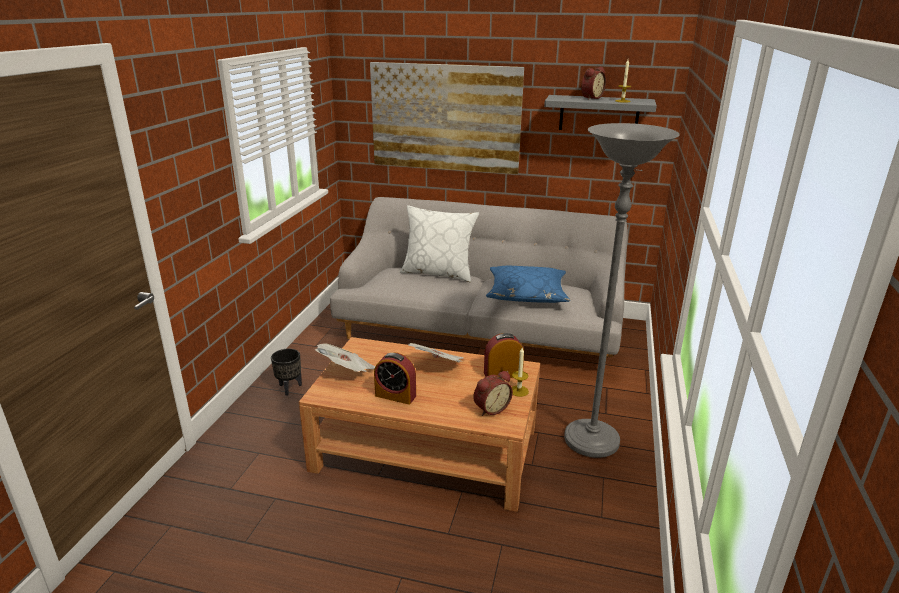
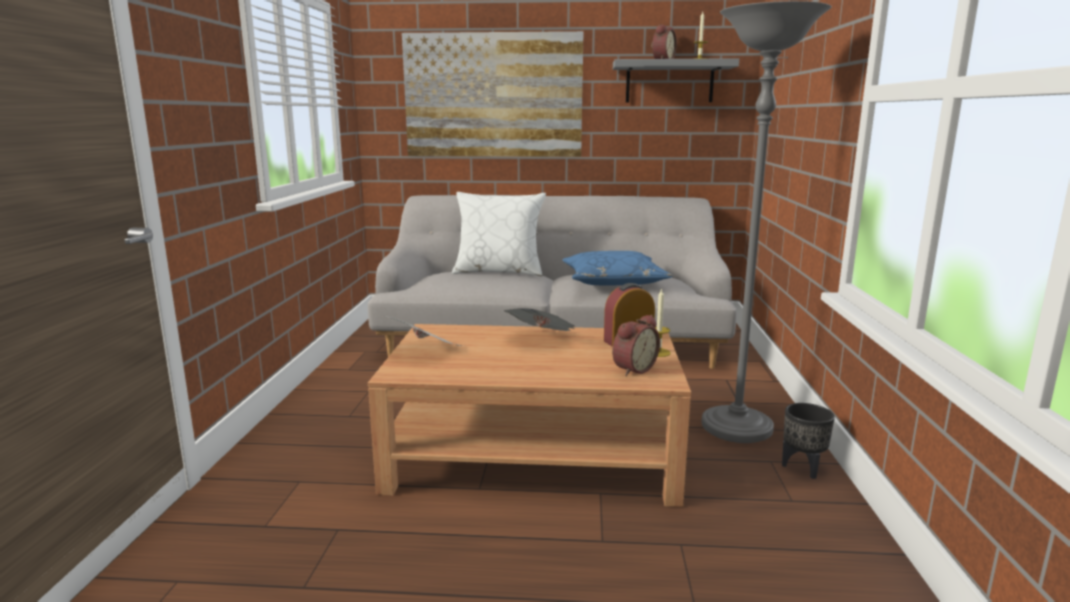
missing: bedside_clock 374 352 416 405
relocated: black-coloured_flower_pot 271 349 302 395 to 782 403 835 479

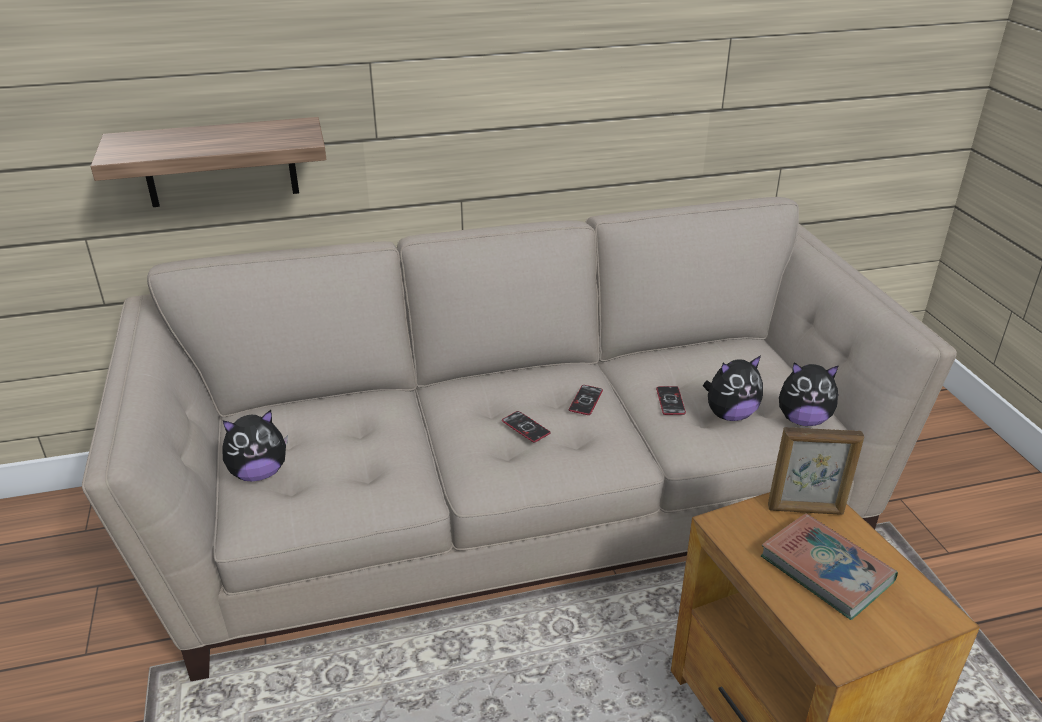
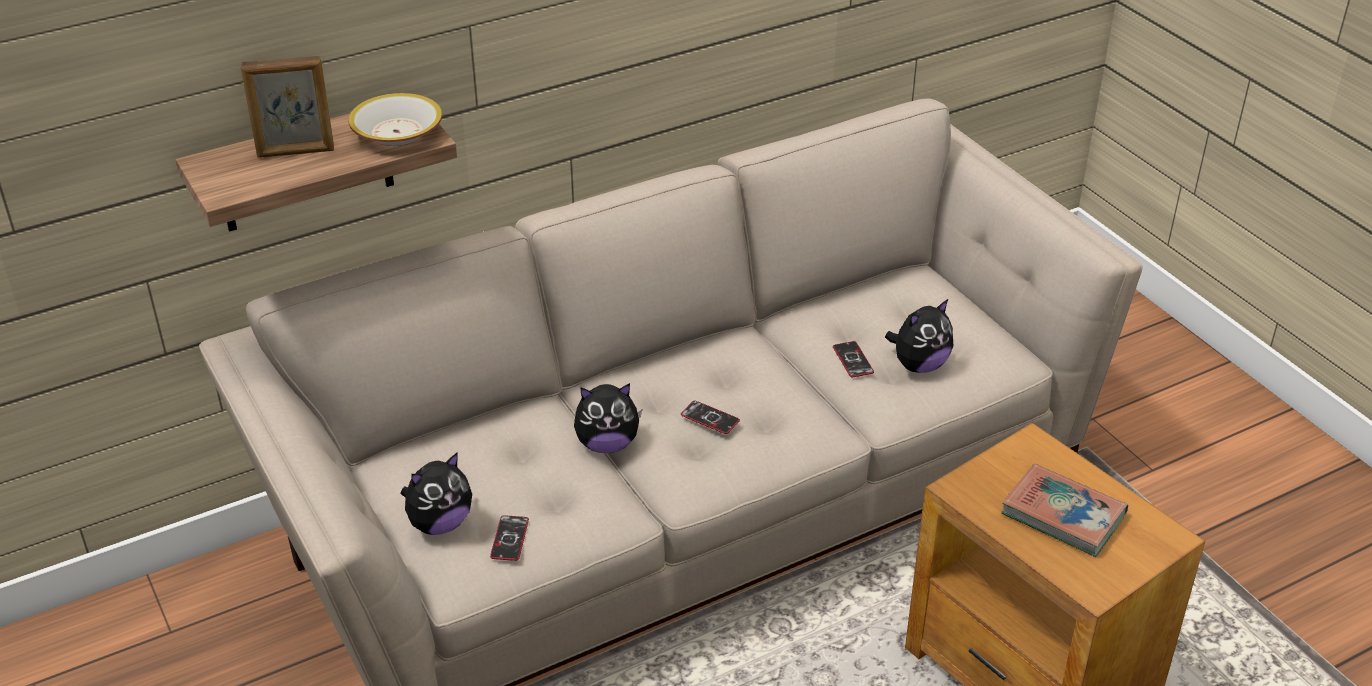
appeared: bowl 348 93 442 146
relocated: photo_frame 768 427 864 515 to 241 56 334 158; handset 569 385 603 415 to 490 515 529 561; cuddly_toy 779 362 839 426 to 574 383 642 453

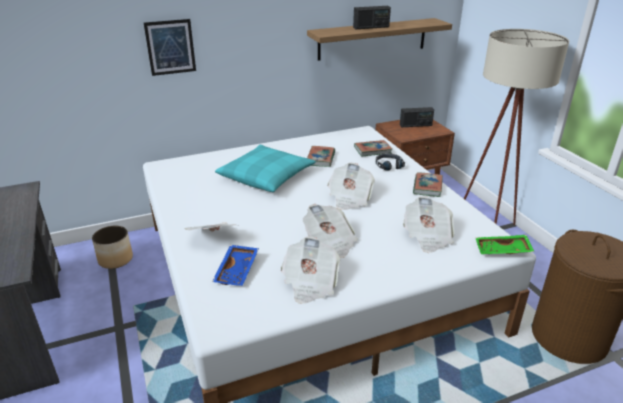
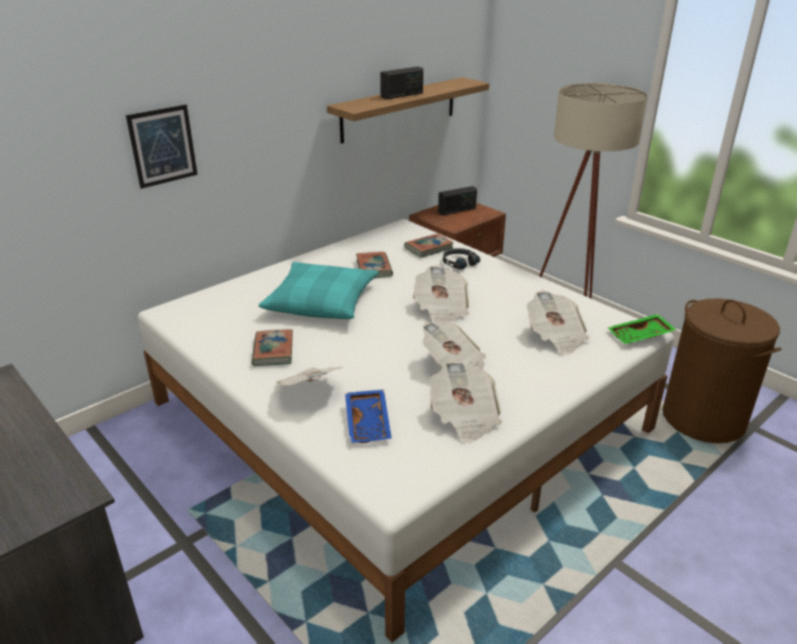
missing: flower_pot 92 226 133 269
relocated: book 413 172 443 197 to 252 329 293 366

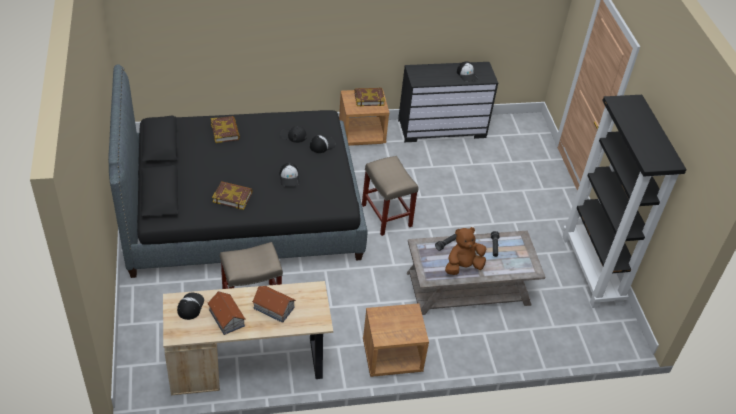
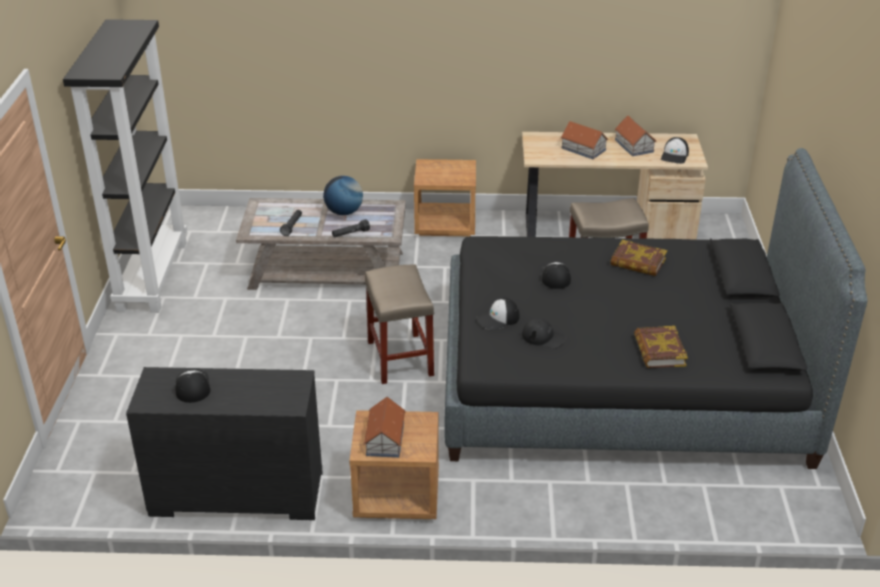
exchanged: brown-coloured_cuddly_toy 445 227 486 275 to desk_globe 323 176 363 215; book 354 88 385 107 to model_house 363 397 406 458

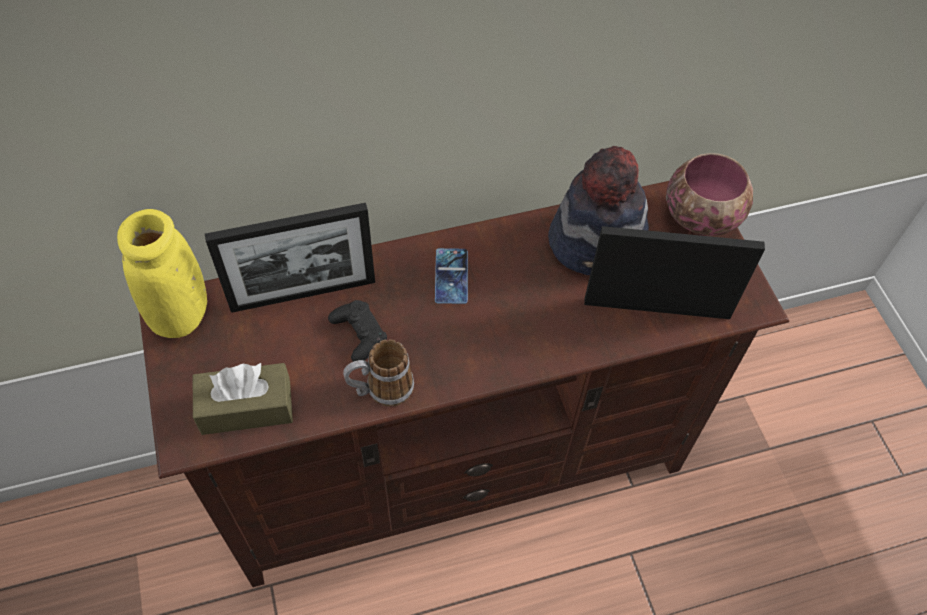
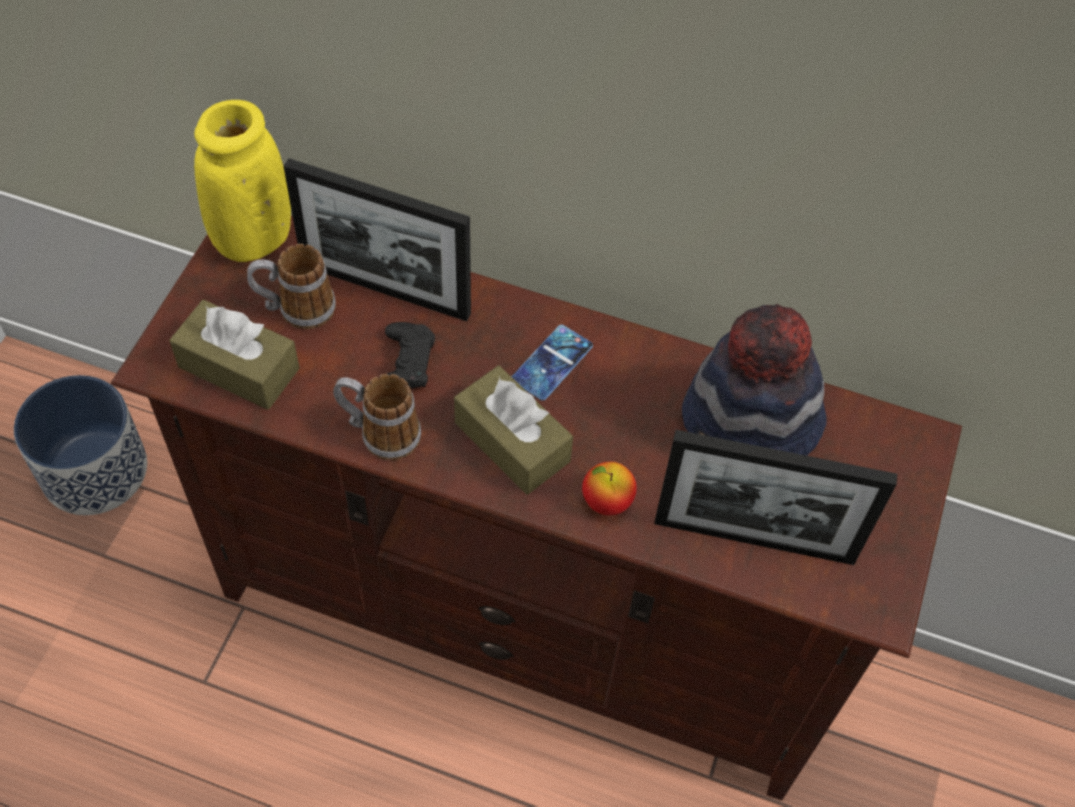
missing: bowl 666 153 753 236
appeared: flower_pot 14 375 147 515; coffee_mug 247 244 336 329; brown-coloured_box_of_tissues 454 366 573 495; apple 582 462 637 515
spun: photo_frame 584 226 765 319 = 654 430 897 565 150 degrees clockwise

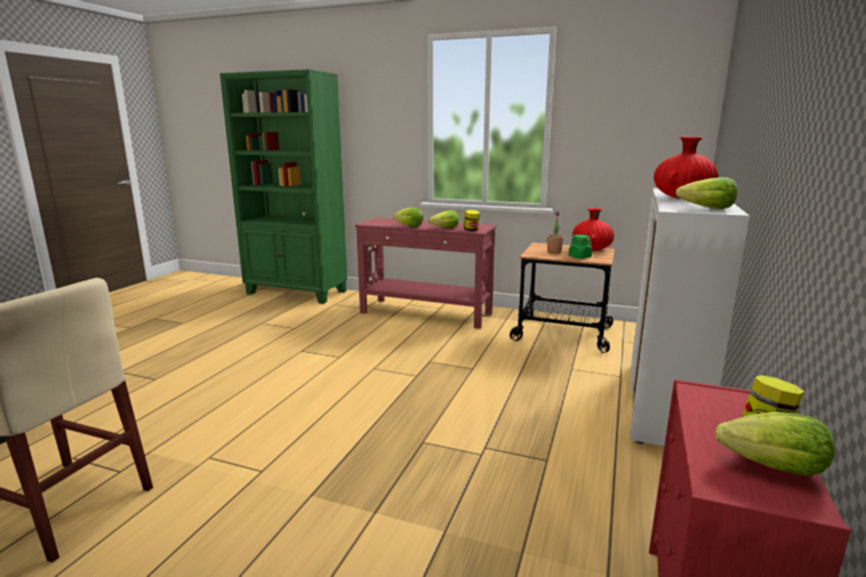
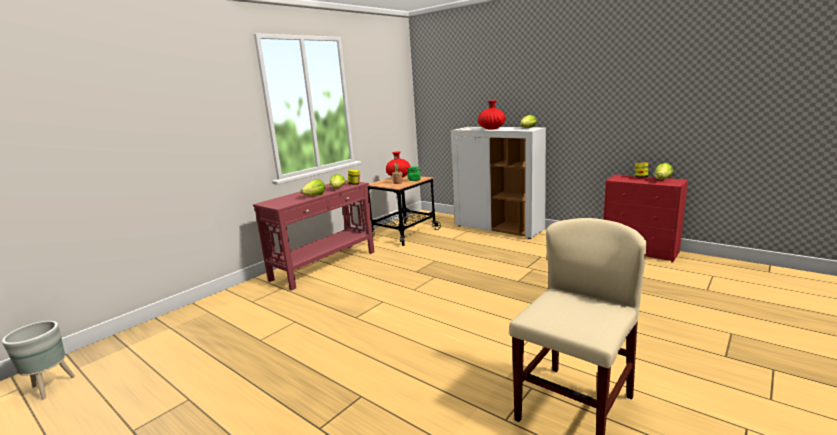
missing: greenish_bookcase 220 69 347 304
appeared: gray_flower_pot 2 321 75 400

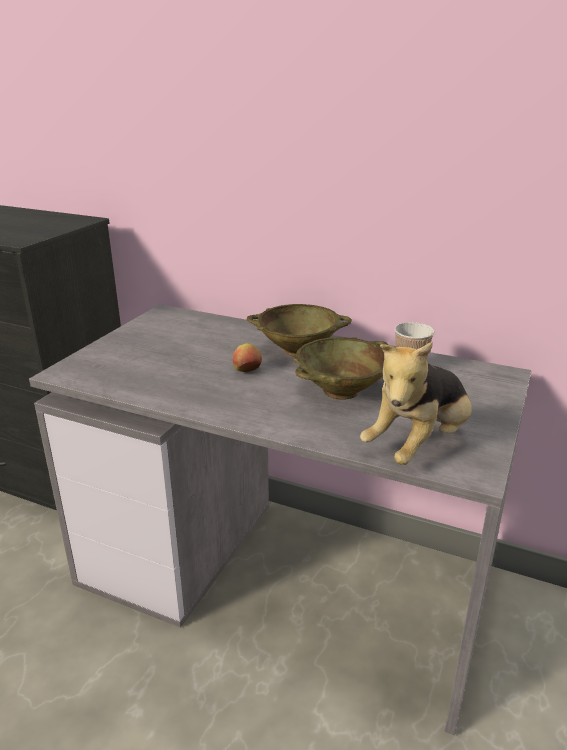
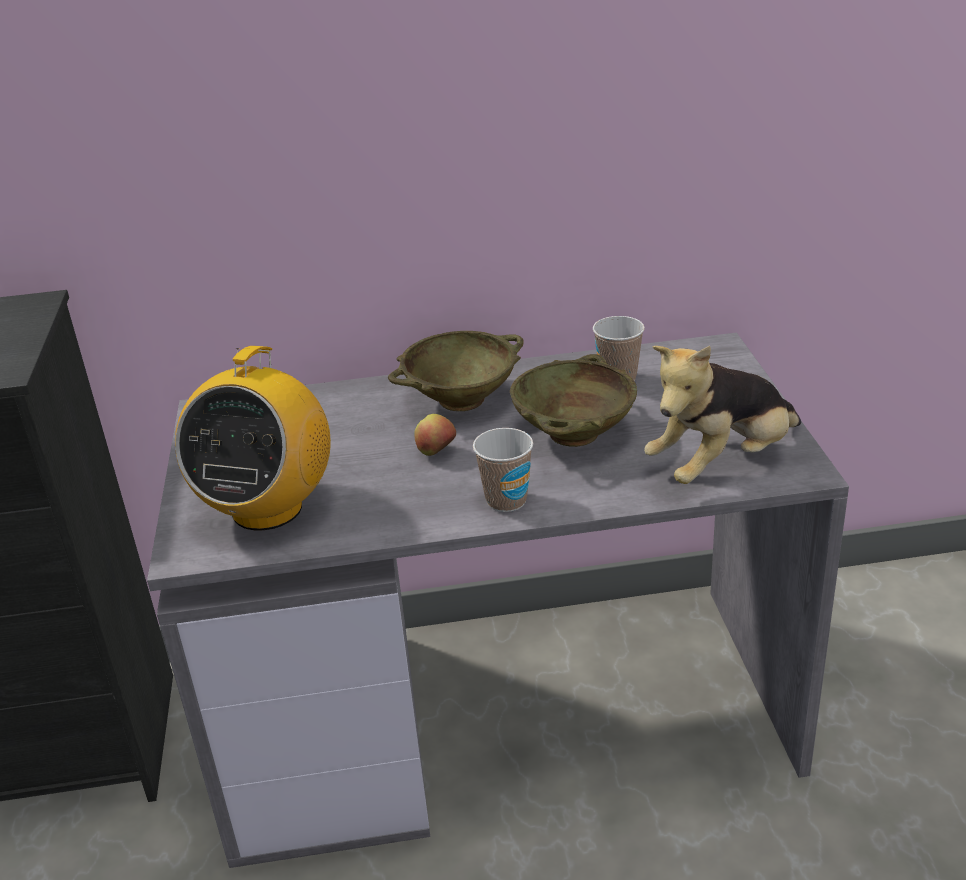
appeared: radio_set 175 346 331 531; drinking_cup 473 428 533 512
spun: cuddly_toy 360 342 472 465 = 644 346 801 484 45 degrees clockwise

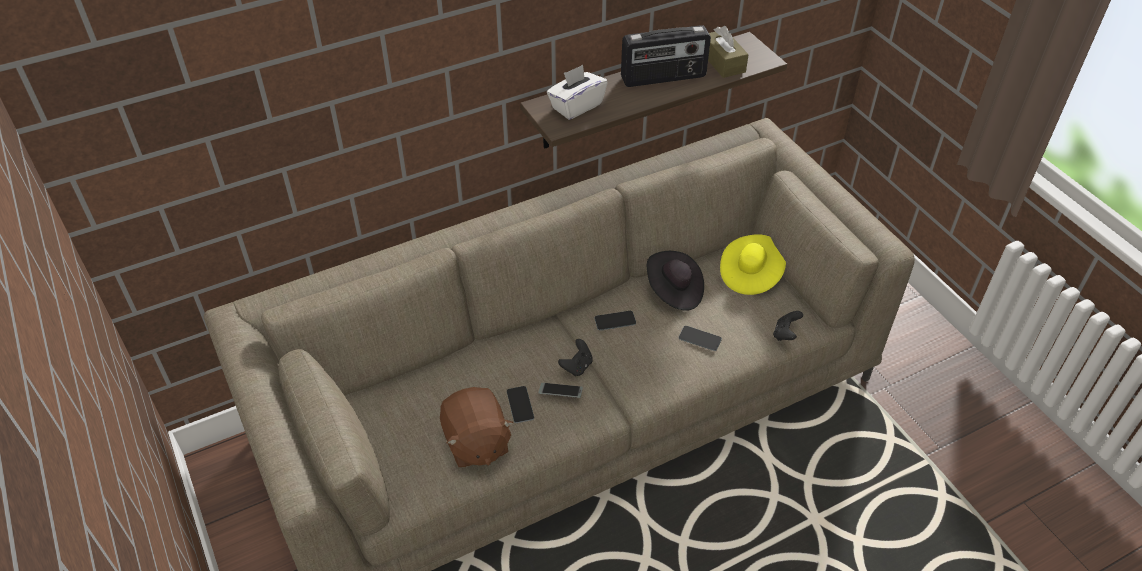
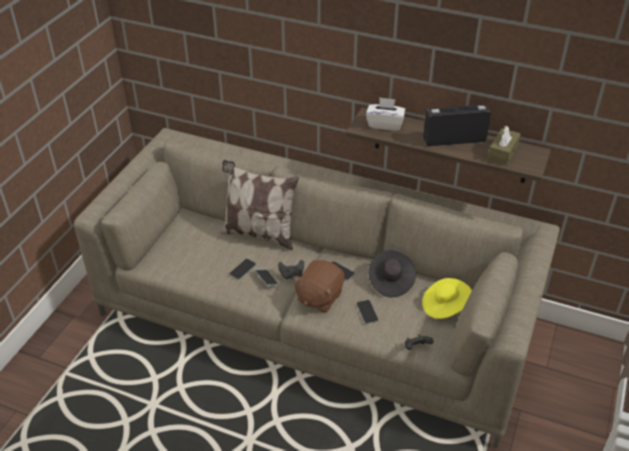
appeared: pillow 221 160 299 250
relocated: brown-coloured_cuddly_toy 440 387 514 467 to 293 260 344 312
spun: radio_set 621 25 711 87 = 423 104 491 146 135 degrees clockwise

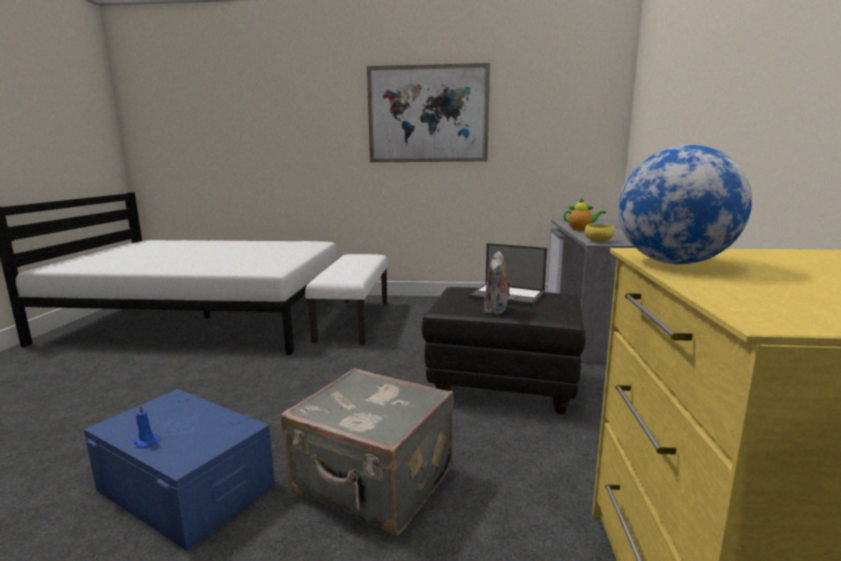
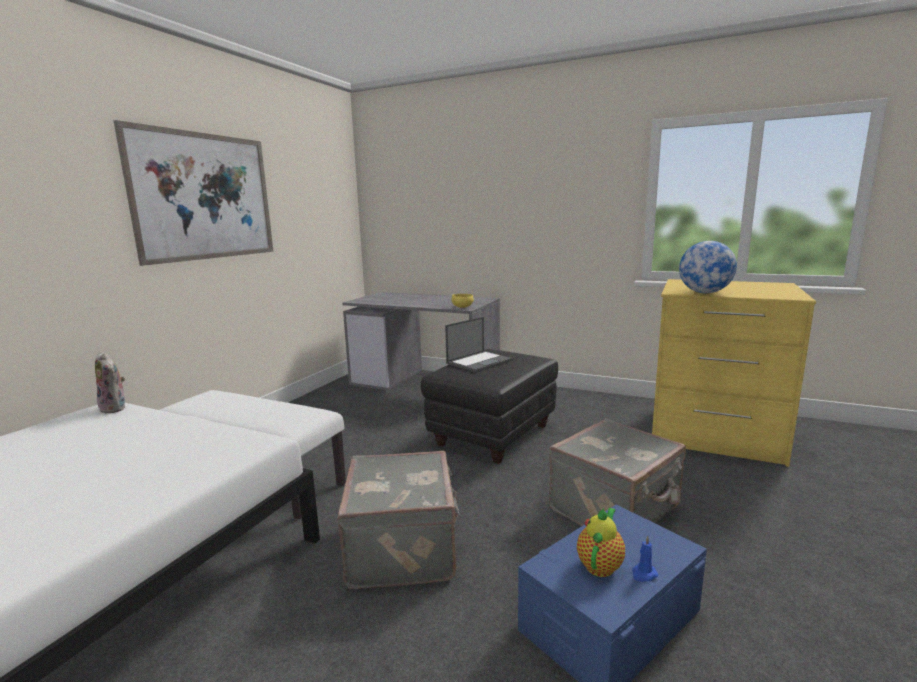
appeared: gray_suitcase 337 451 459 589
relocated: cuddly_toy 484 251 512 315 to 95 351 125 414; pot_for_tea 564 197 606 231 to 577 508 625 577

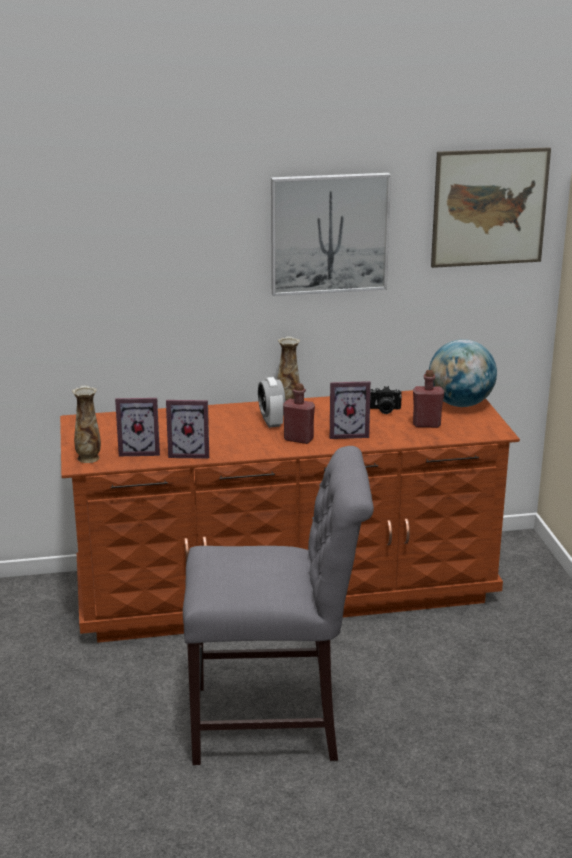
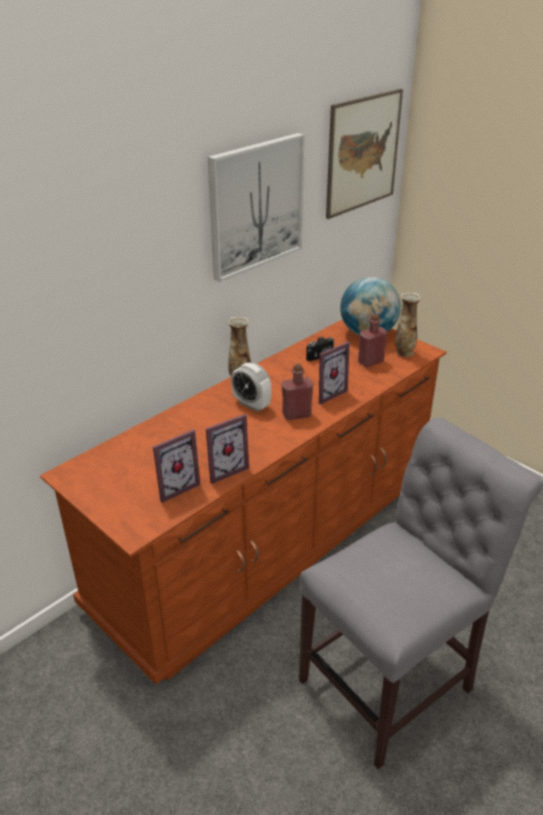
relocated: vase 72 385 101 463 to 395 293 421 357

